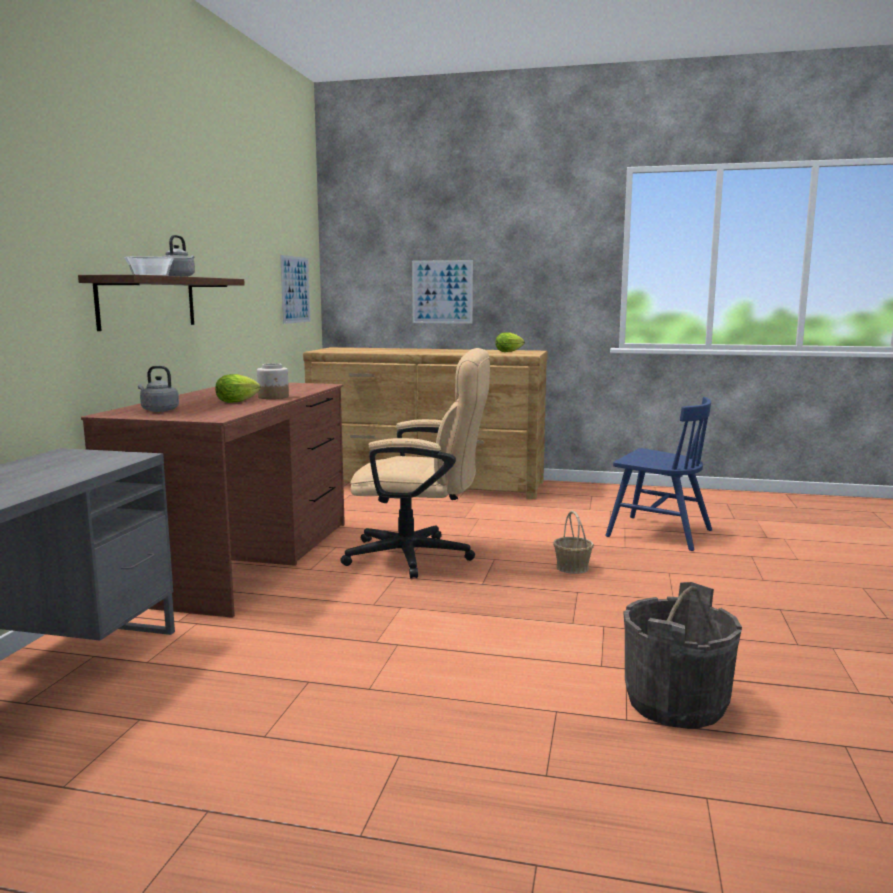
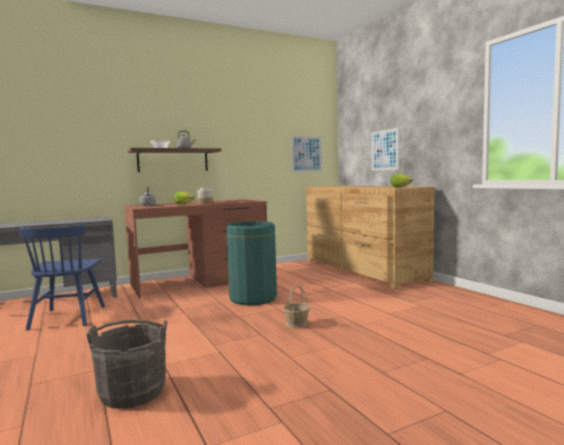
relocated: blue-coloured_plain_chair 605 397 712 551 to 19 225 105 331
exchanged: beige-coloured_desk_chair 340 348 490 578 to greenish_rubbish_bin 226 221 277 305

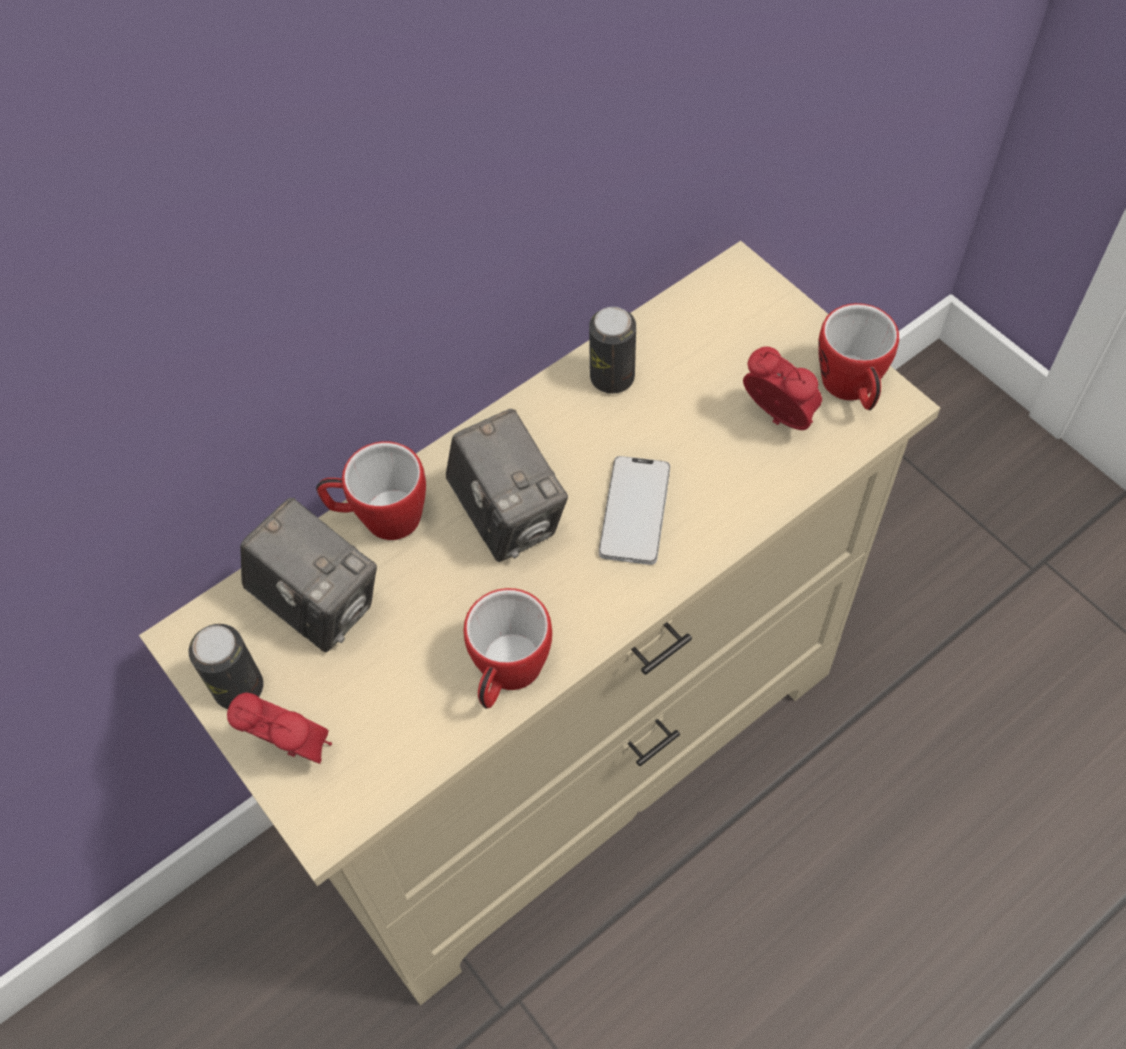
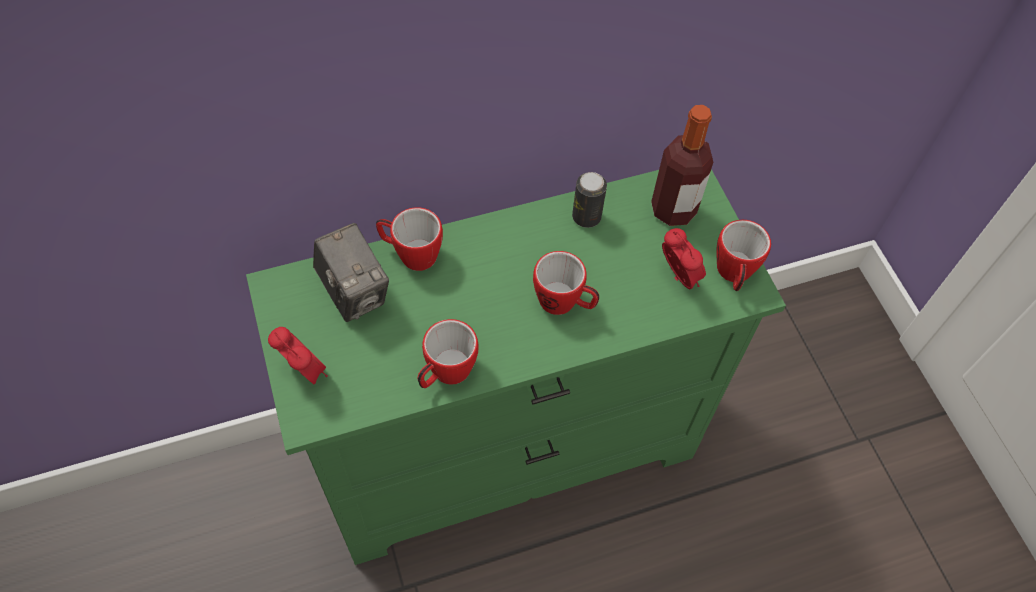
missing: sealed_can 188 624 263 709; photo_camera 446 409 568 562
appeared: beverage_bottle 651 105 713 226
exchanged: handset 599 456 670 565 to coffee_mug 533 251 599 315
colour: beige-coloured_drawer_chest 139 241 940 1006 to greenish_drawer_chest 246 169 786 565

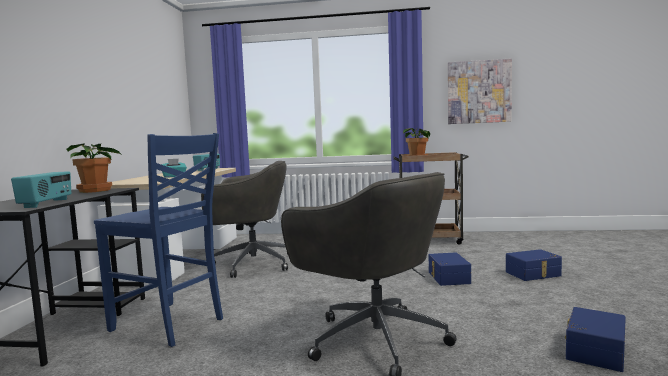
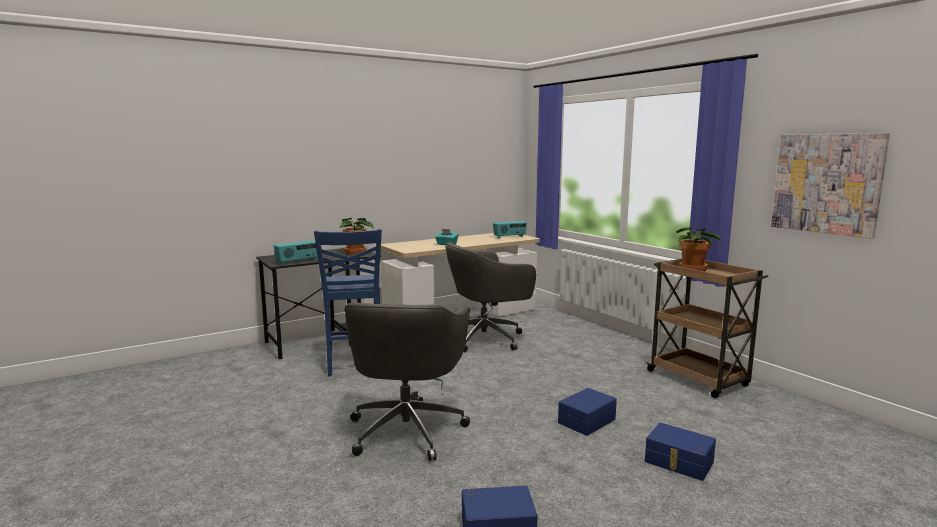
spun: gray_desk_chair 201 161 288 278 = 446 242 536 352 105 degrees clockwise

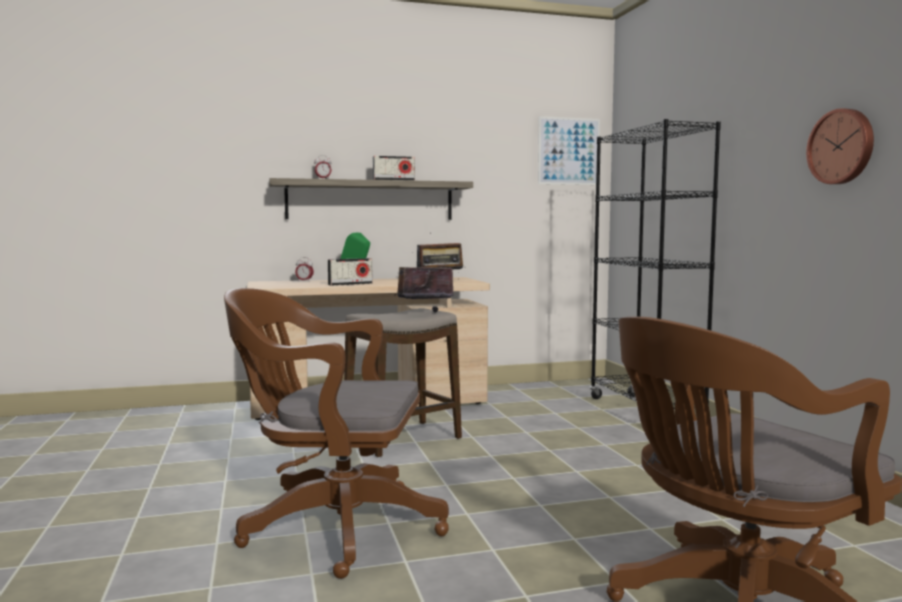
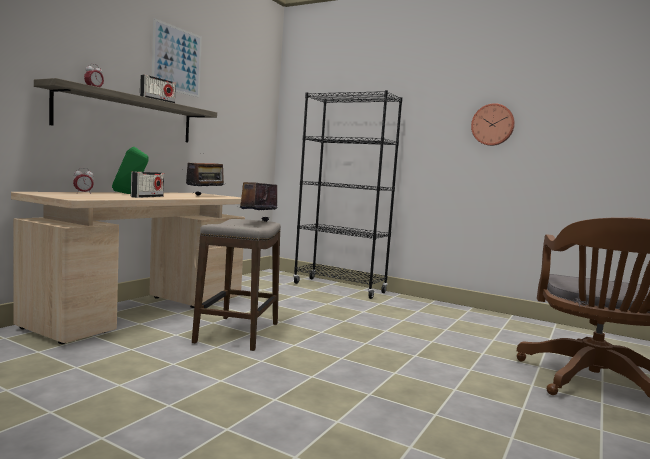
missing: brown-coloured_desk_chair 224 288 449 579
relocated: wall_picture 538 116 600 185 to 152 18 202 97

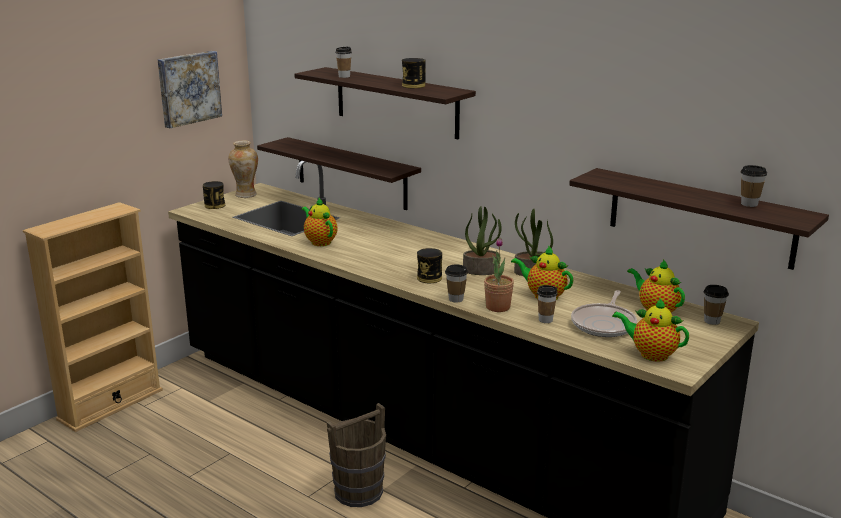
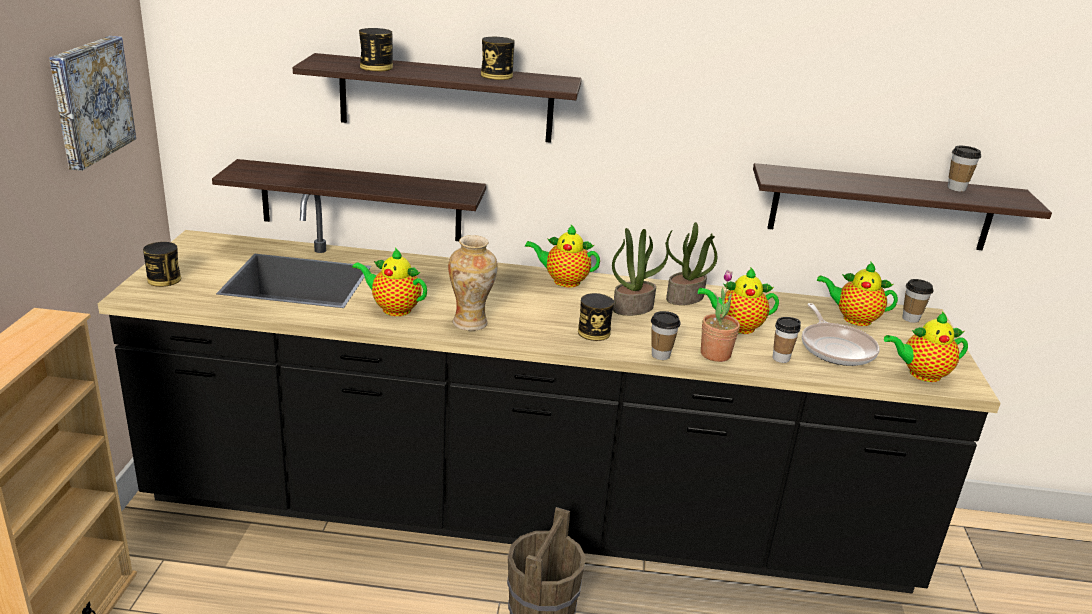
appeared: pot_for_tea 525 225 600 288
relocated: vase 228 140 258 198 to 448 235 498 331
exchanged: drinking_cup 336 47 352 78 to sealed_can 359 28 393 71

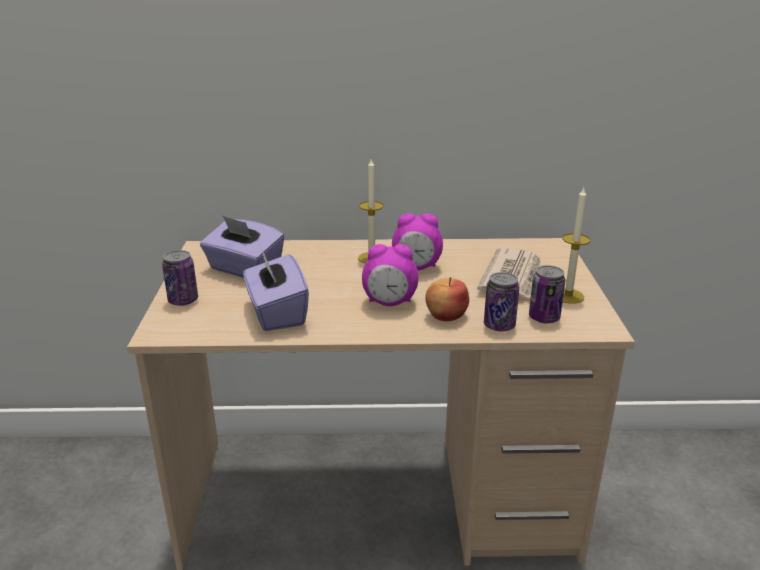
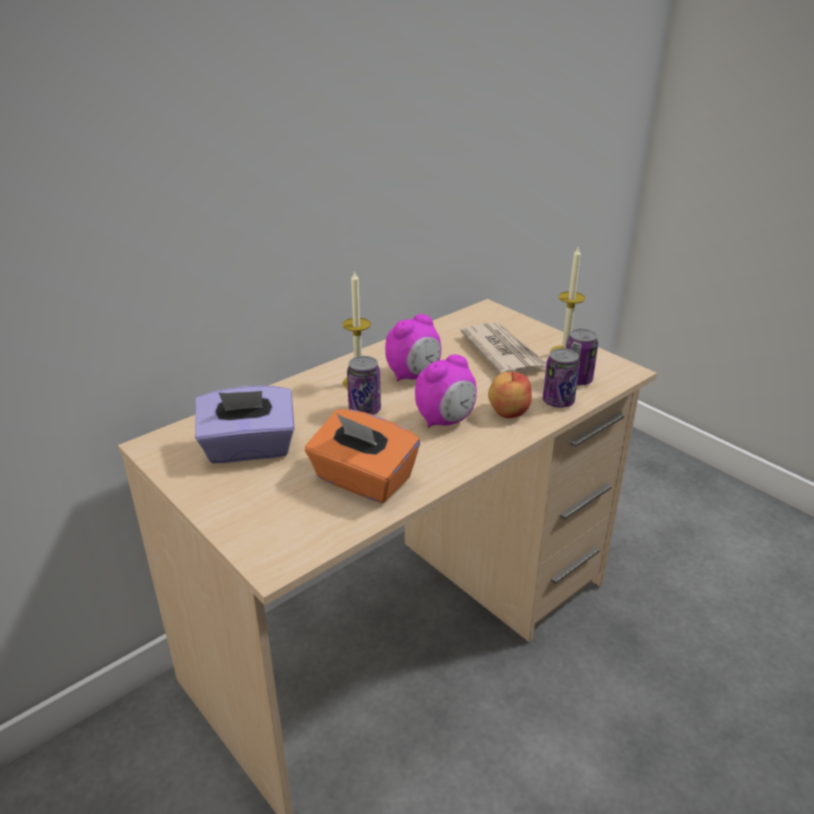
relocated: sealed_can 162 250 198 306 to 347 356 381 415
colour: purplish_box_of_tissues 243 250 309 331 to orangey_box_of_tissues 305 409 420 503

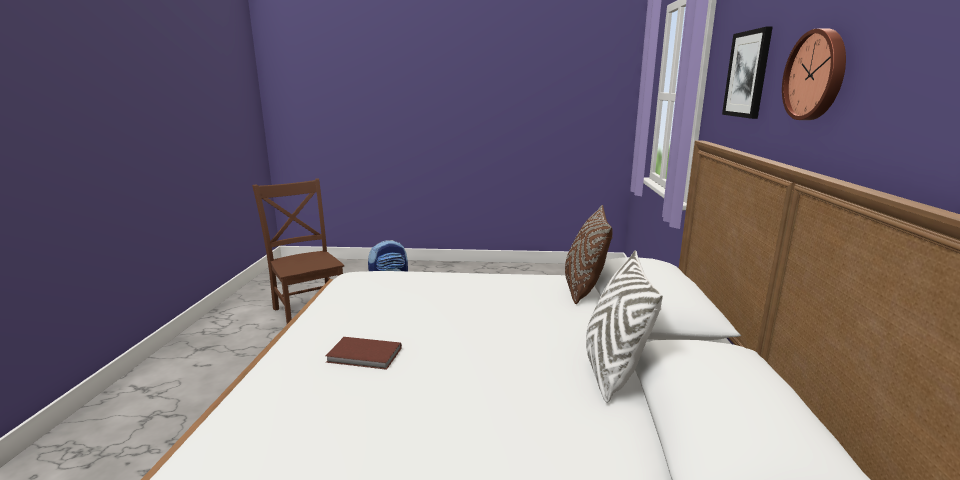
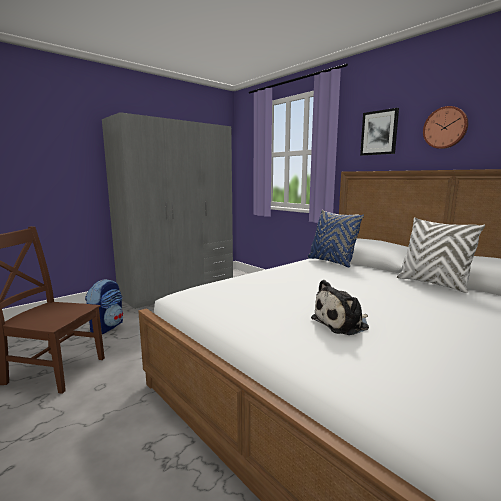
appeared: gray_wardrobe 102 112 233 309
exchanged: brown-coloured_book 326 337 402 370 to cuddly_toy 311 280 369 335
colour: brown-coloured_pillow 565 205 612 304 to blue-coloured_pillow 308 210 364 268

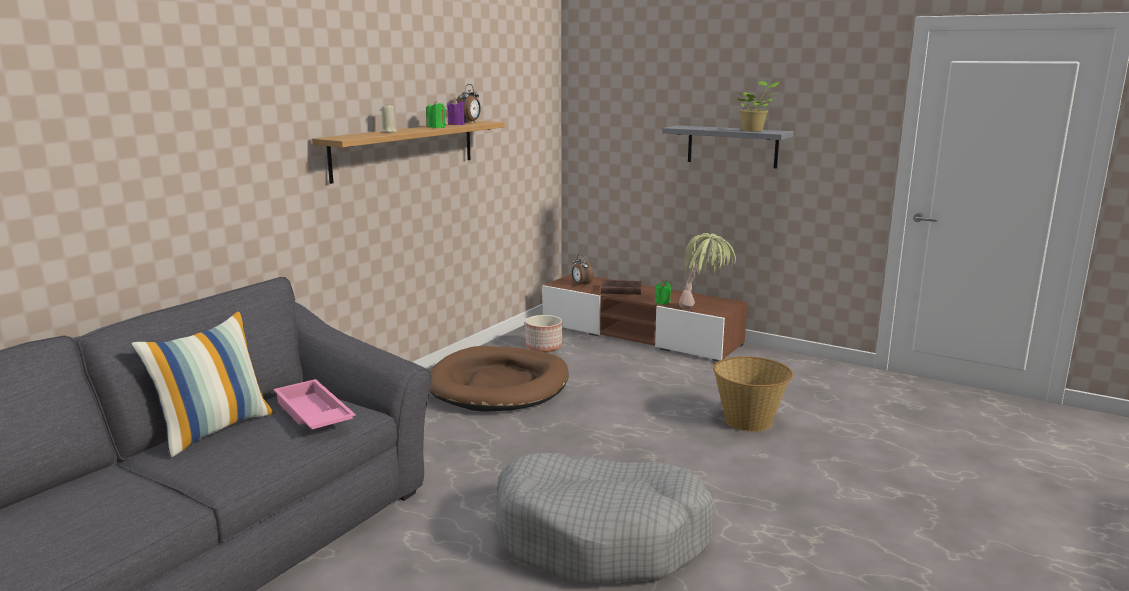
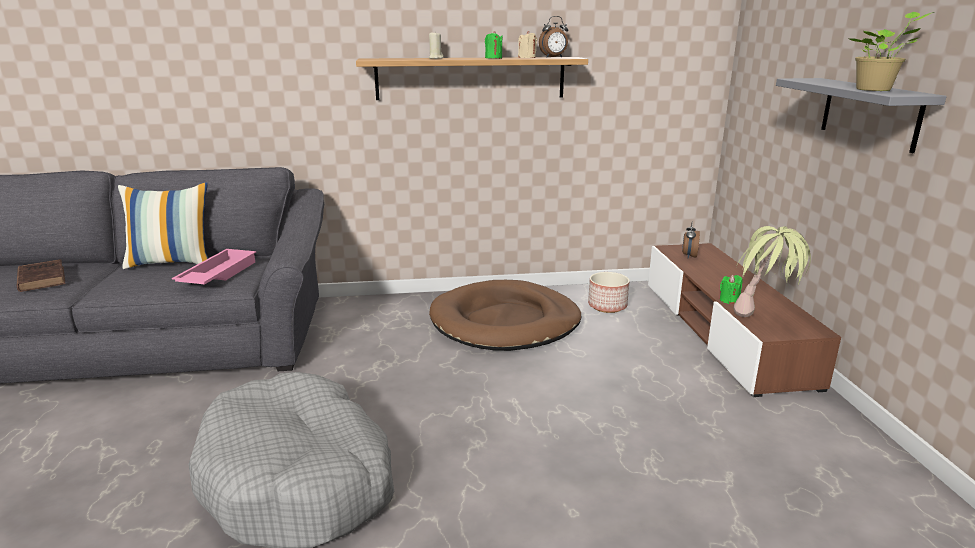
missing: household_basket 713 356 793 432
relocated: brown-coloured_book 601 280 642 295 to 17 259 65 292
colour: purplish_candle 447 99 465 125 to beige-coloured_candle 518 31 537 58

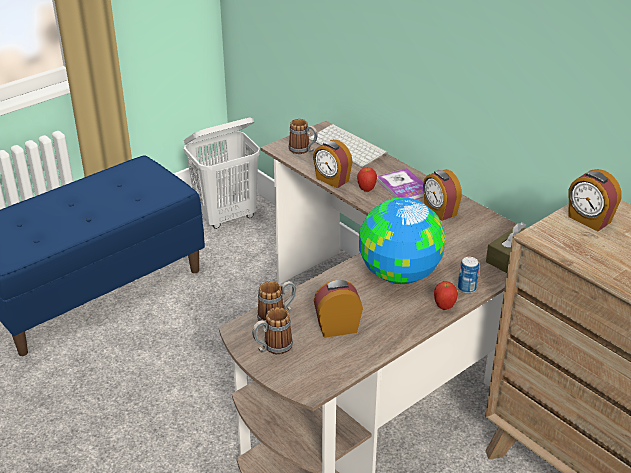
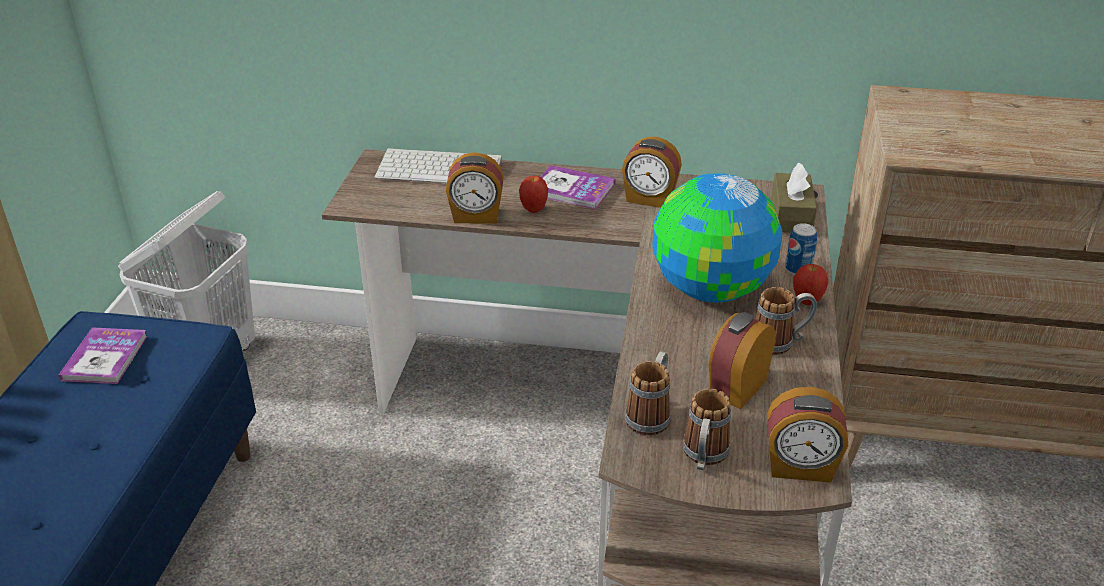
appeared: book 59 327 147 384
relocated: coffee_mug 289 119 318 154 to 756 287 817 355; bedside_clock 569 169 622 231 to 767 387 848 483

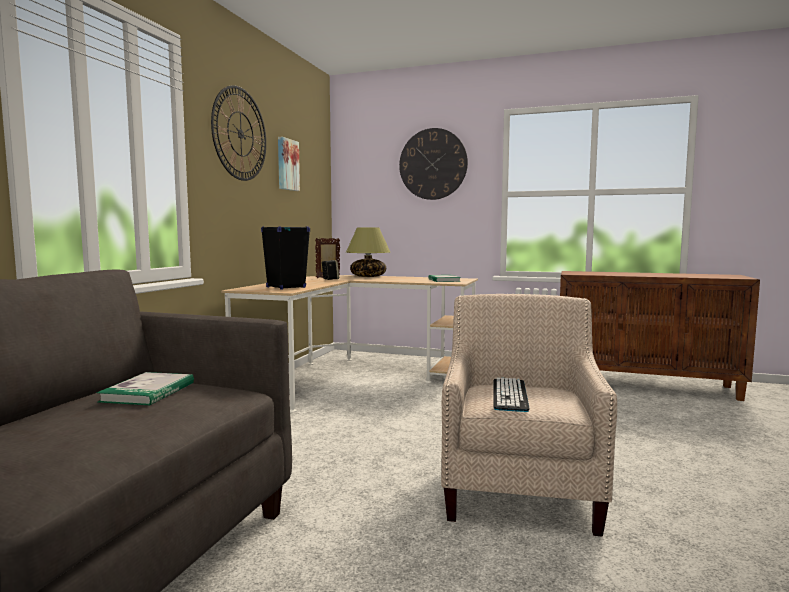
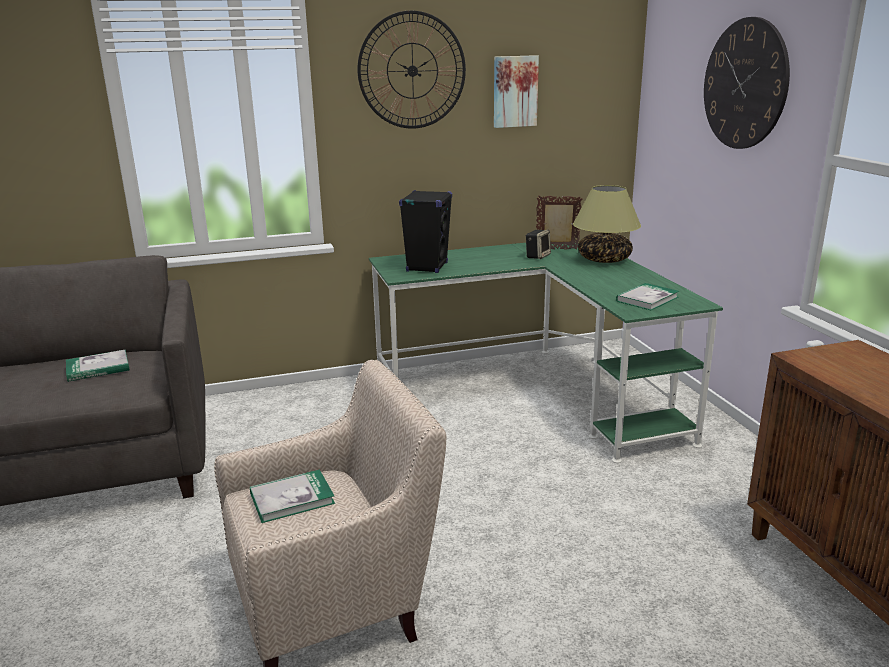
exchanged: PC_keyboard 493 377 530 412 to book 250 469 335 523
colour: beige-coloured_desk_table 221 275 478 412 to greenish_desk_table 369 243 723 463

